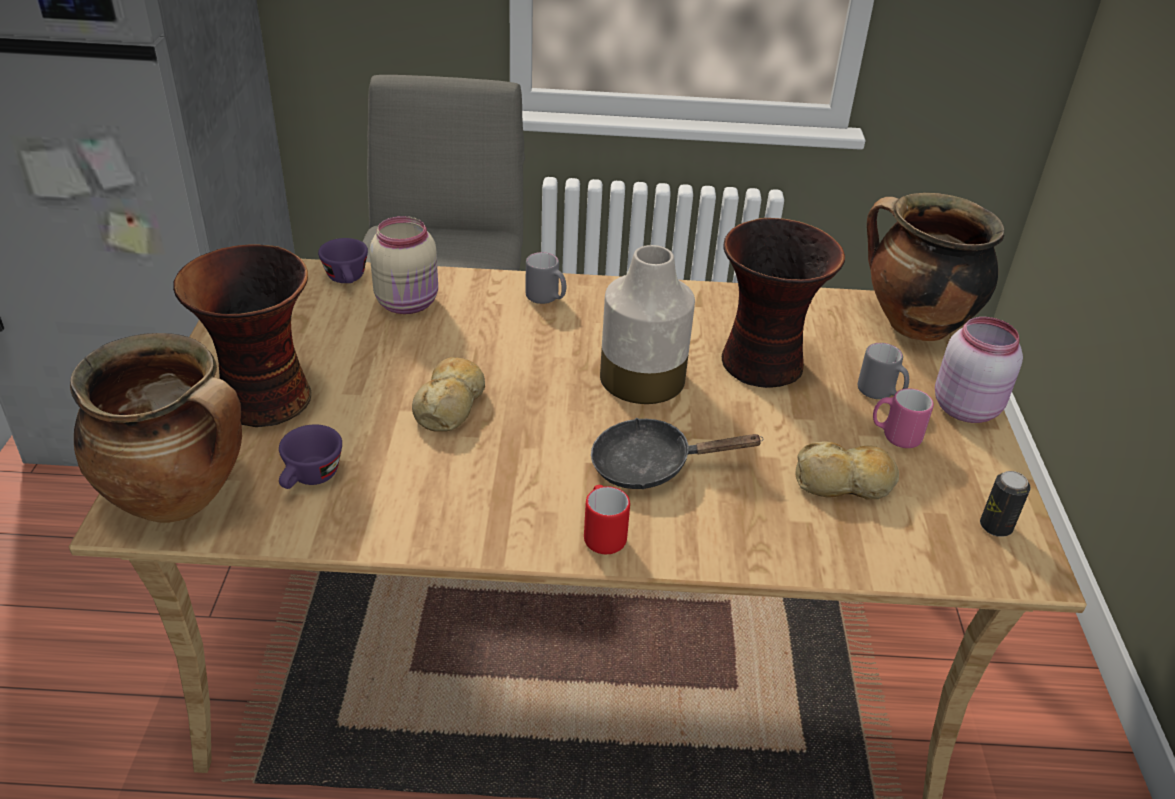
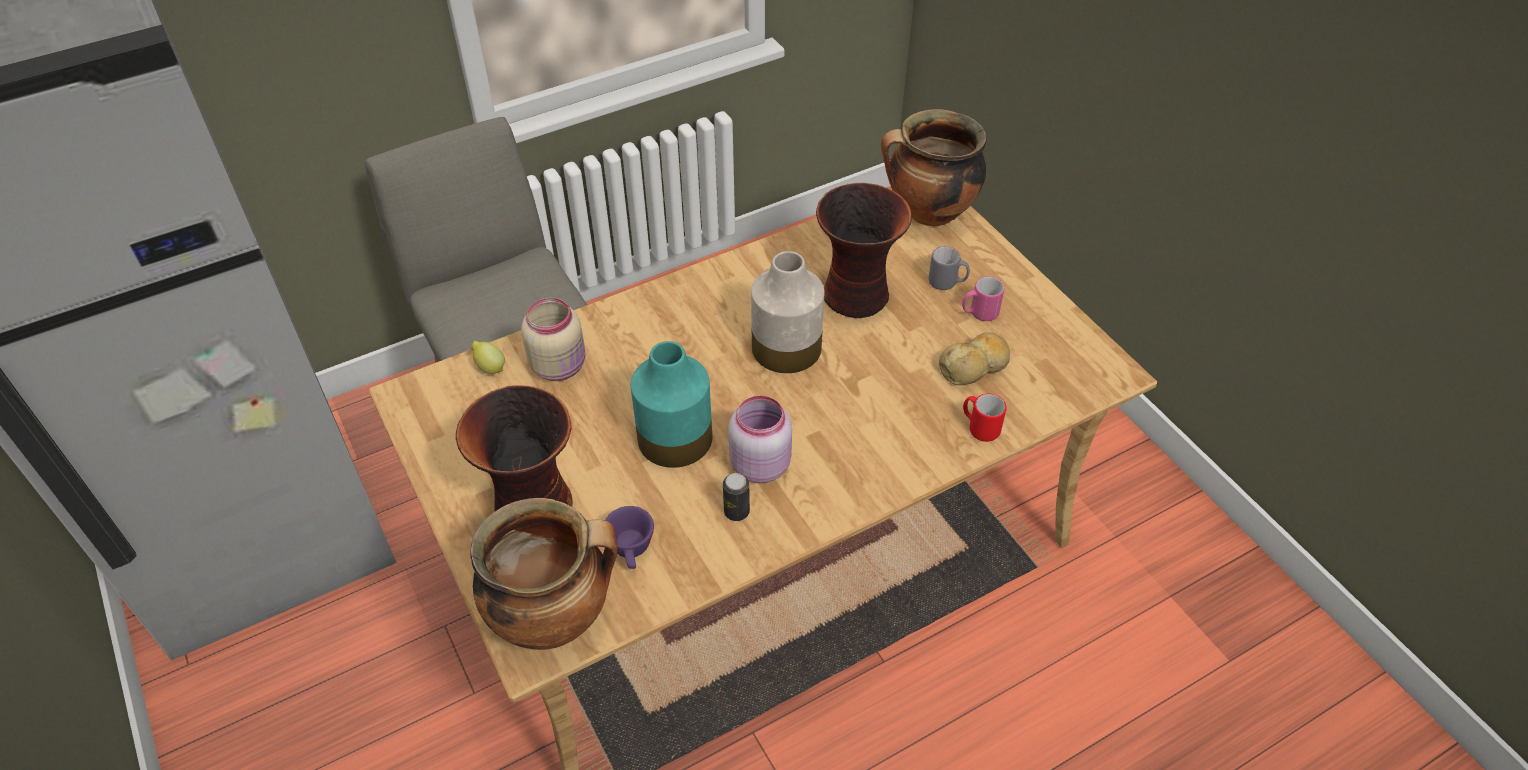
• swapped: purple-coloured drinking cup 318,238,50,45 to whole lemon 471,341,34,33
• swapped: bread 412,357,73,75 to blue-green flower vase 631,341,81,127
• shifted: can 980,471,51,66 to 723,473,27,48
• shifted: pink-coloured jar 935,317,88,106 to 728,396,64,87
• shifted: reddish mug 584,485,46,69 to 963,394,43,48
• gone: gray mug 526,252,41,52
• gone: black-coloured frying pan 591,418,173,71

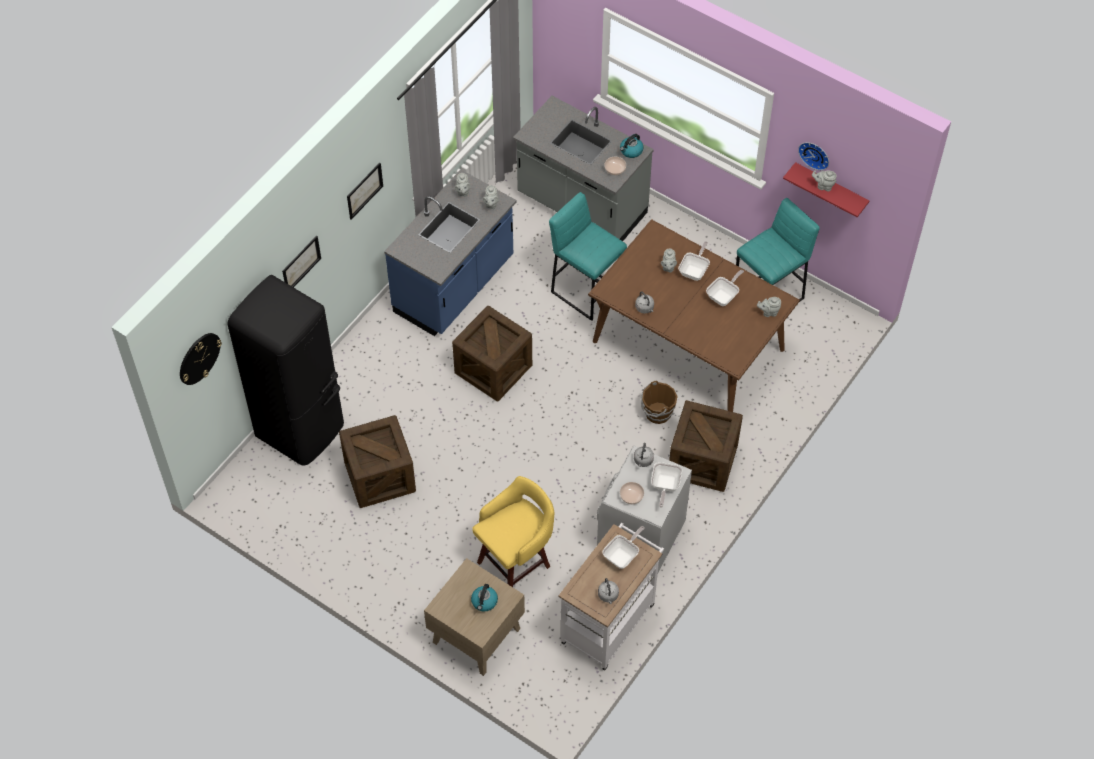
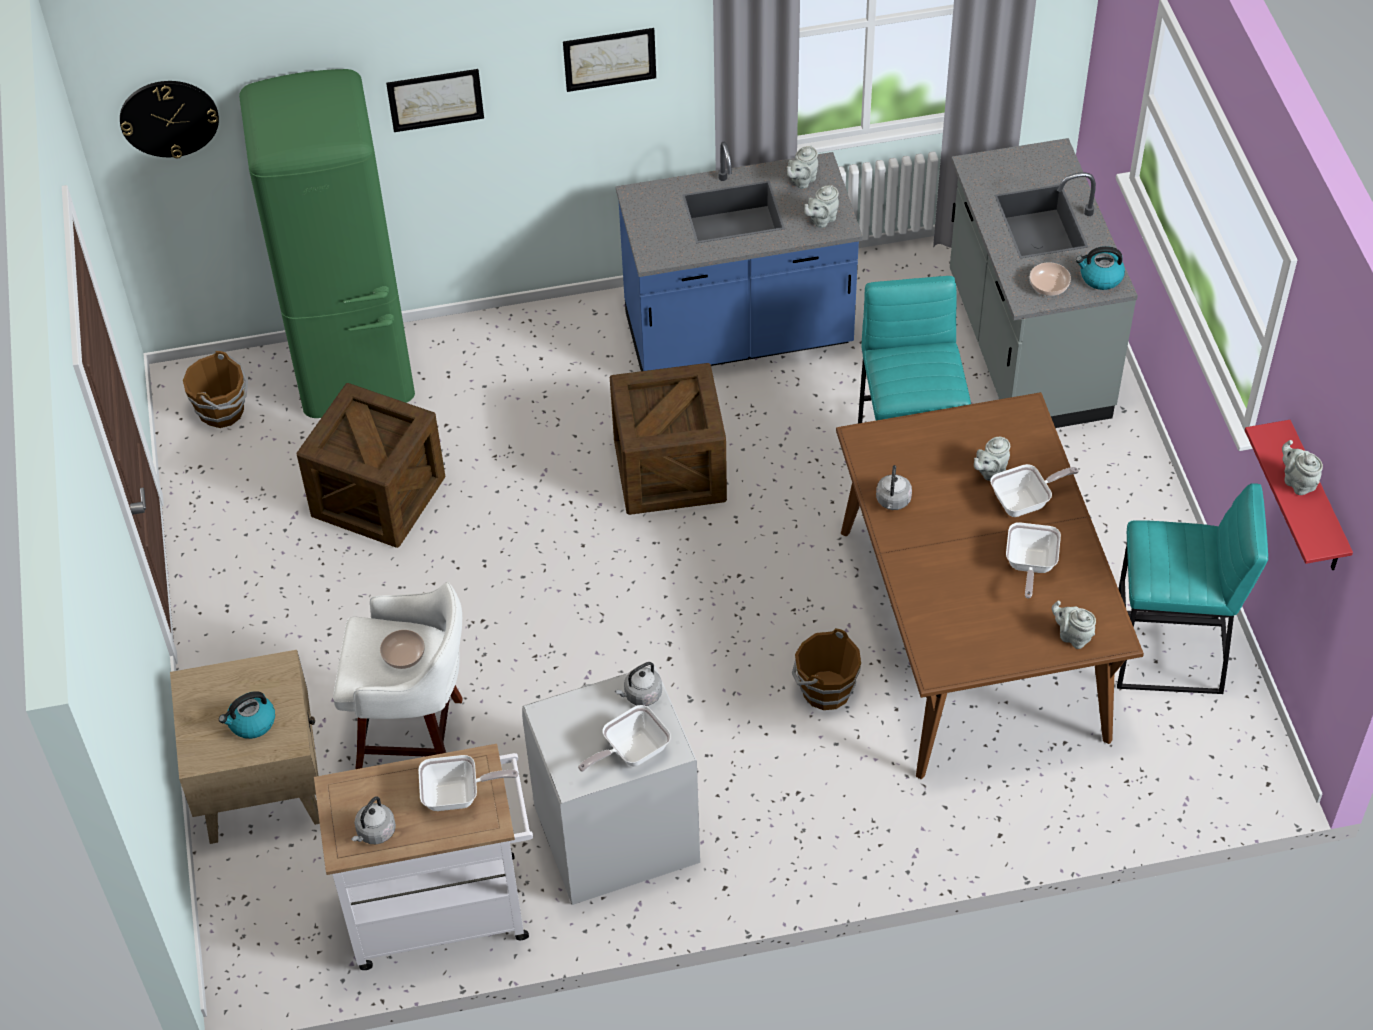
• new: brownish water bucket 183,351,65,77
• repainted: black-coloured refrigerator 227,275,117,190 to green refrigerator 239,69,176,349
• repainted: yellowish stool 472,476,82,111 to white stool 333,582,130,187
• shifted: bowl 620,482,24,22 to 380,630,45,39
• rotated: frying pan 706,270,38,36 = 1006,522,55,77 105 degrees clockwise
• gone: crate 669,400,74,92
• gone: hanging clock 798,142,31,28

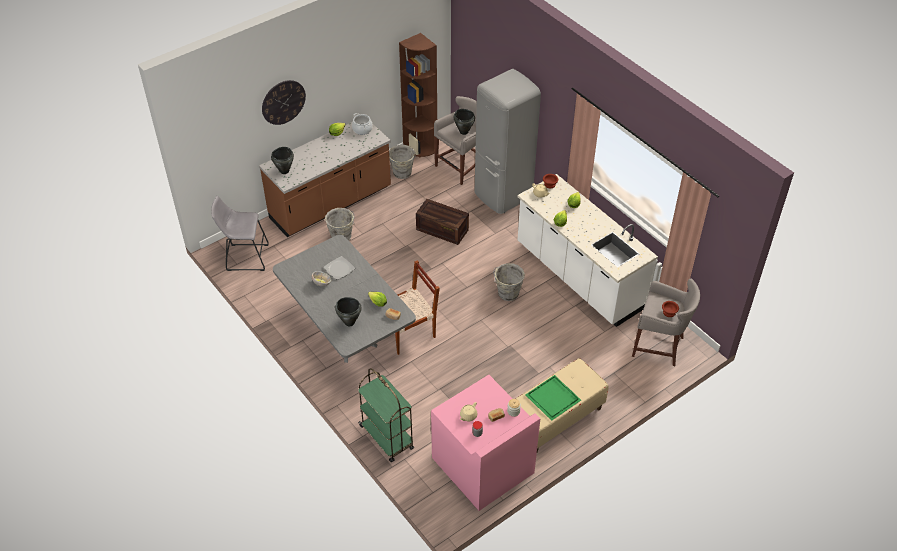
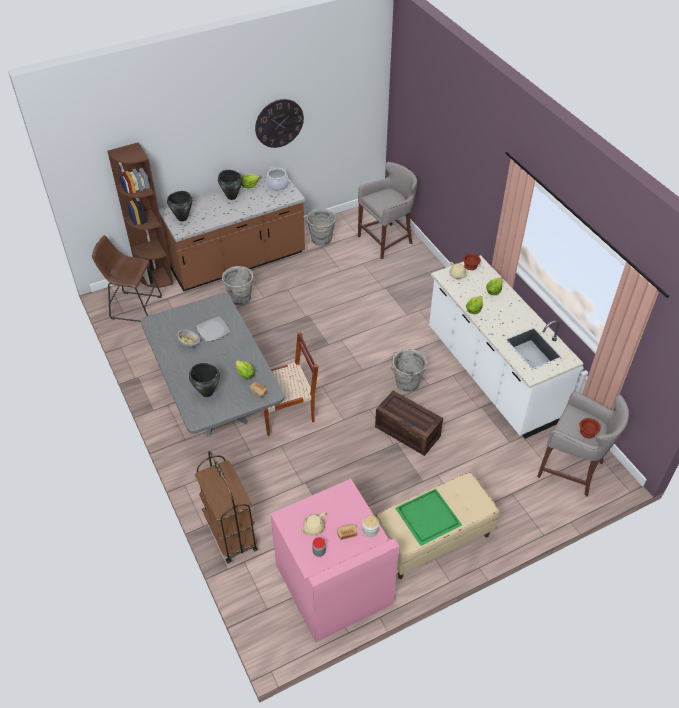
• repainted: gray stool 211,196,58,75 to brownish stool 92,235,70,87
• shifted: brownish shelving unit 399,33,38,124 to 108,142,66,146
• repainted: green wheeled cart 358,368,56,94 to brownish wheeled cart 195,451,63,112
• shifted: black-coloured stockpot 454,109,21,26 to 218,170,24,30
• shifted: hanging clock 262,80,44,45 to 255,99,49,49
• shifted: crate 416,199,53,46 to 375,391,68,65
• gone: gray refrigerator 474,69,67,145

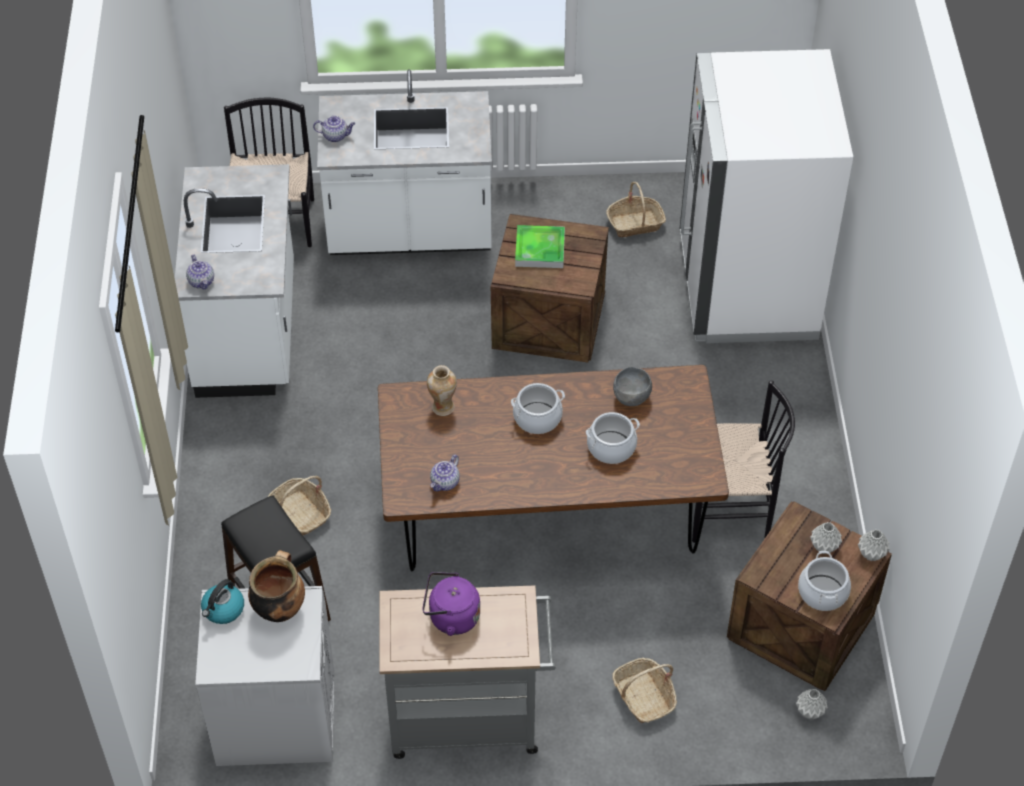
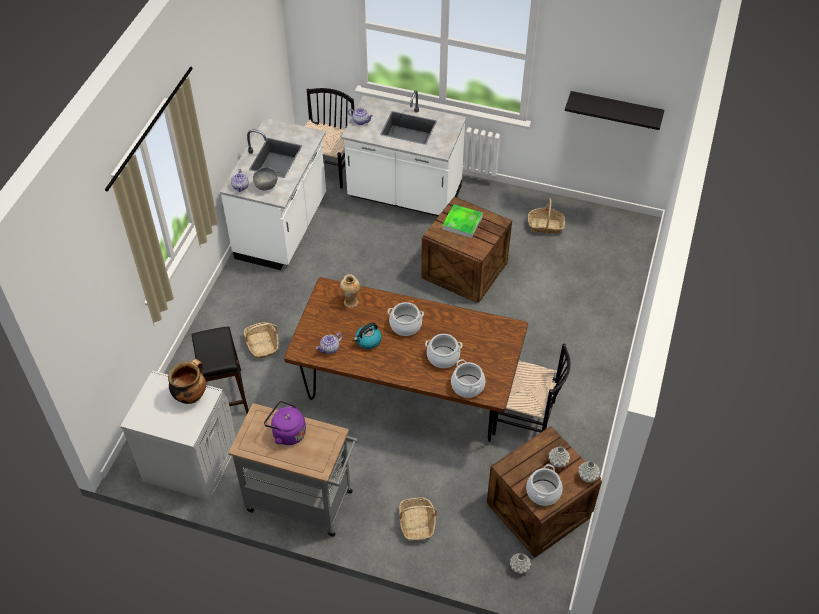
• shifted: gray bowl 613,367,39,39 to 253,167,24,24
• shifted: kettle 201,579,43,45 to 354,322,28,27
• new: stockpot 451,359,34,39
• new: black-coloured shelf 565,91,100,39
• gone: white refrigerator 680,49,173,294

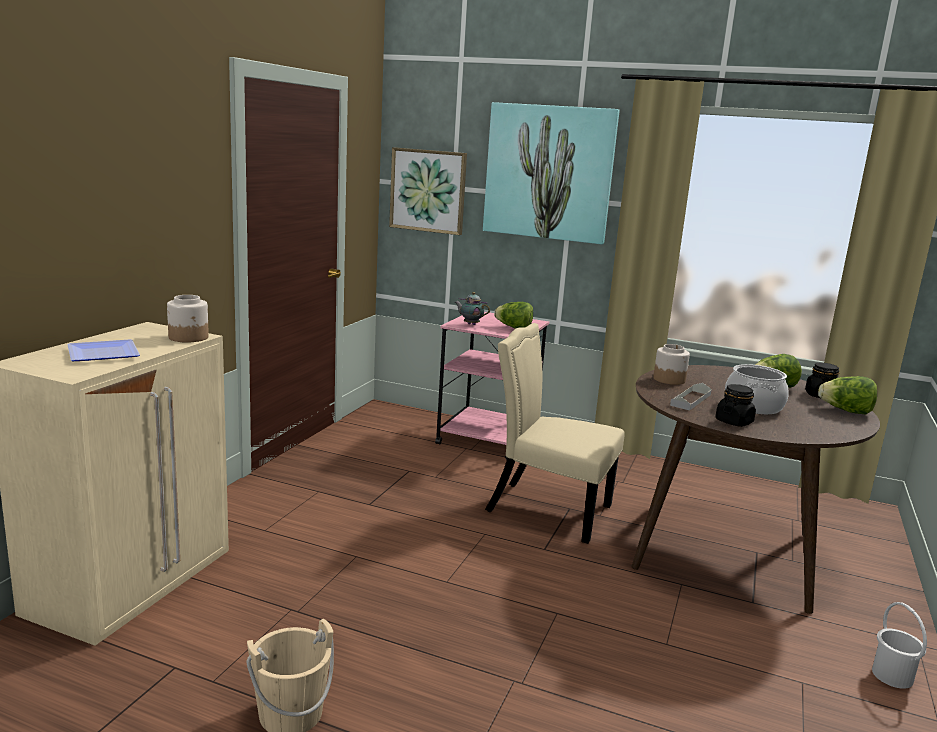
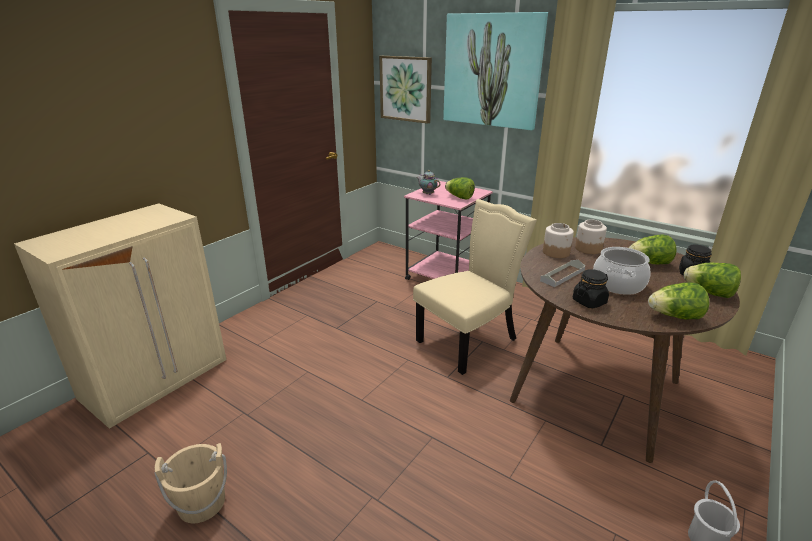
• rotated: beige upright chair 485,323,140,221 = 413,199,124,176 105 degrees clockwise
• shifted: jar 167,295,42,47 to 575,220,32,34
• new: head of lettuce 648,282,61,38
• gone: dinner plate 67,339,73,22

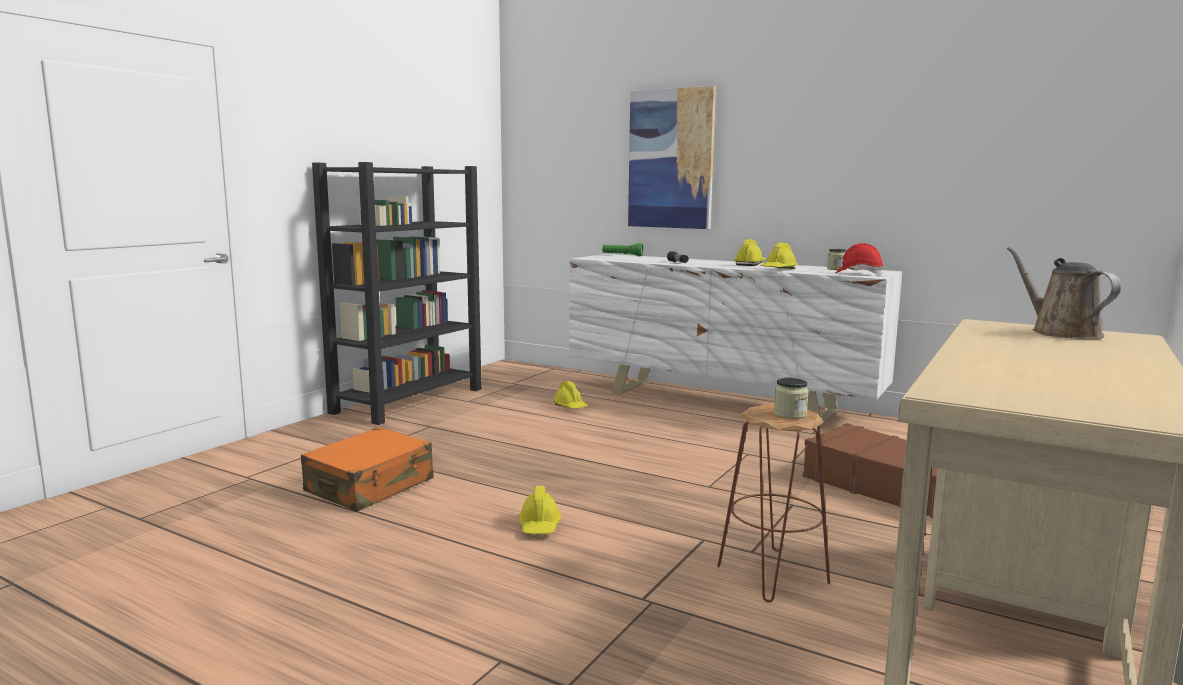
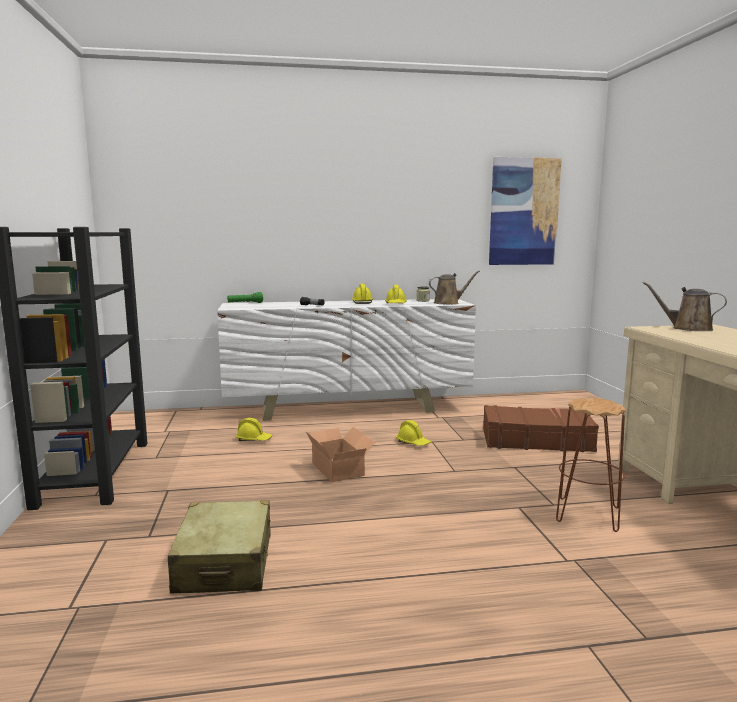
• repainted: orangey piece of luggage 301,427,133,85 to beige piece of luggage 168,500,103,94
• new: cardboard box 306,427,69,55
• shifted: yellowish safety helmet 518,486,43,48 to 396,420,35,26
• swapped: reddish safety helmet 835,243,49,32 to brownish watering can 429,270,51,35
• shifted: wall art 628,86,88,143 to 489,157,73,108
• gone: jar 774,378,35,41

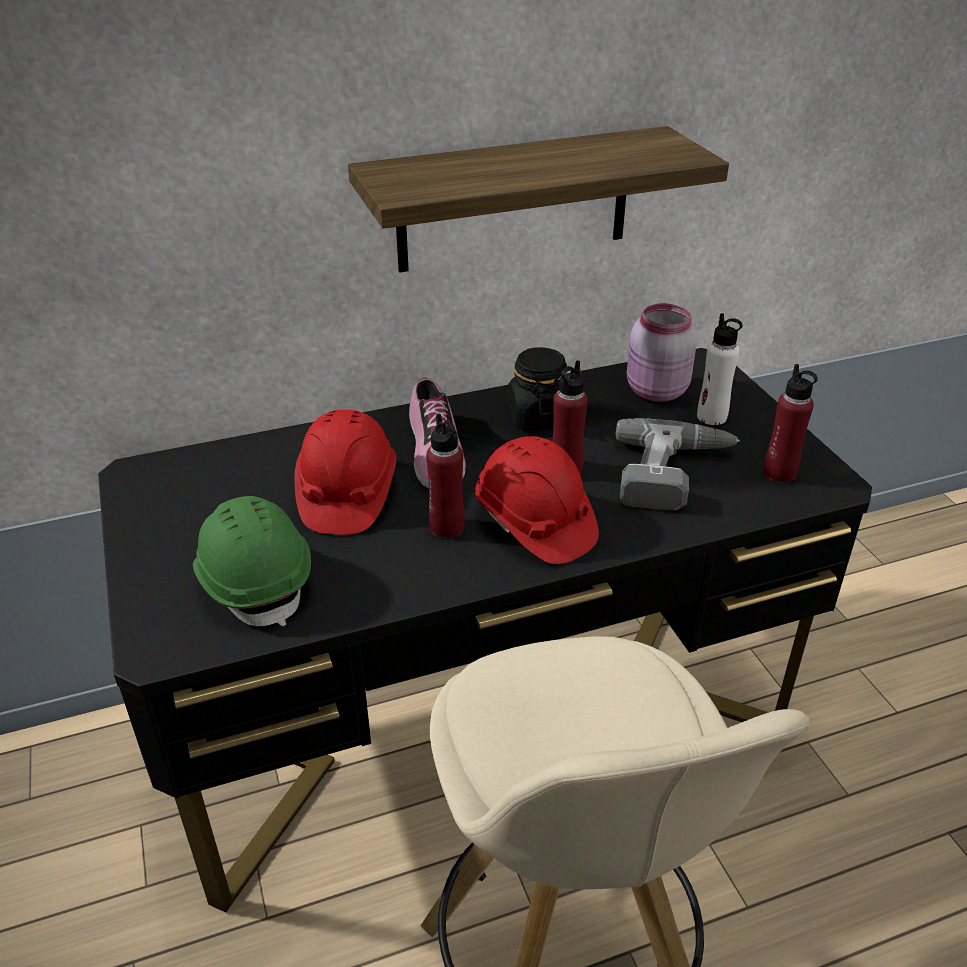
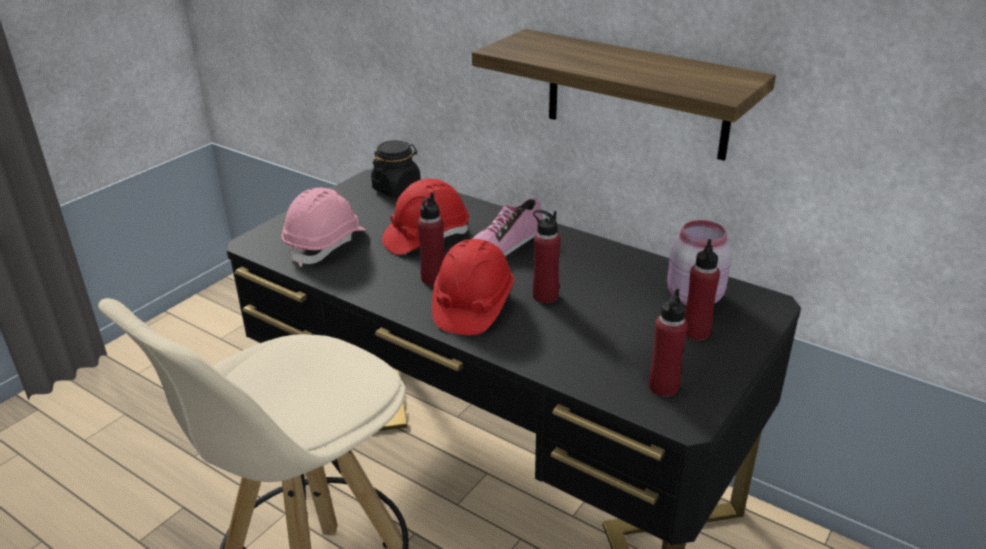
• repainted: green safety helmet 193,496,118,131 to pink-coloured safety helmet 282,187,84,80
• shifted: black-coloured jar 507,347,61,83 to 371,140,50,57
• repainted: white beverage bottle 697,313,46,112 to reddish beverage bottle 684,239,36,101
• gone: power drill 616,418,124,92

